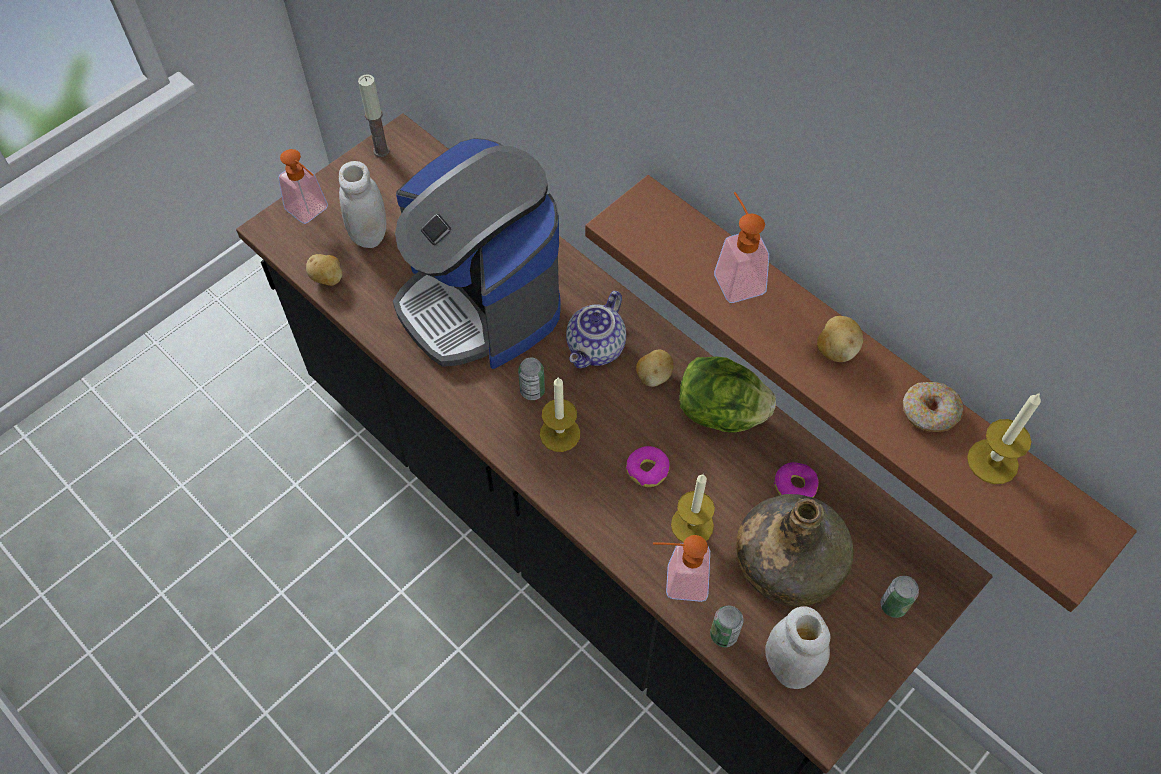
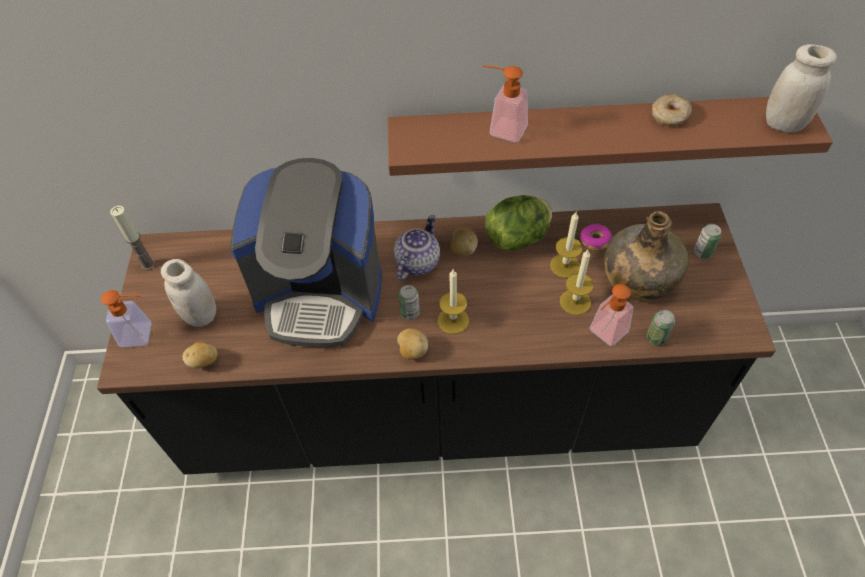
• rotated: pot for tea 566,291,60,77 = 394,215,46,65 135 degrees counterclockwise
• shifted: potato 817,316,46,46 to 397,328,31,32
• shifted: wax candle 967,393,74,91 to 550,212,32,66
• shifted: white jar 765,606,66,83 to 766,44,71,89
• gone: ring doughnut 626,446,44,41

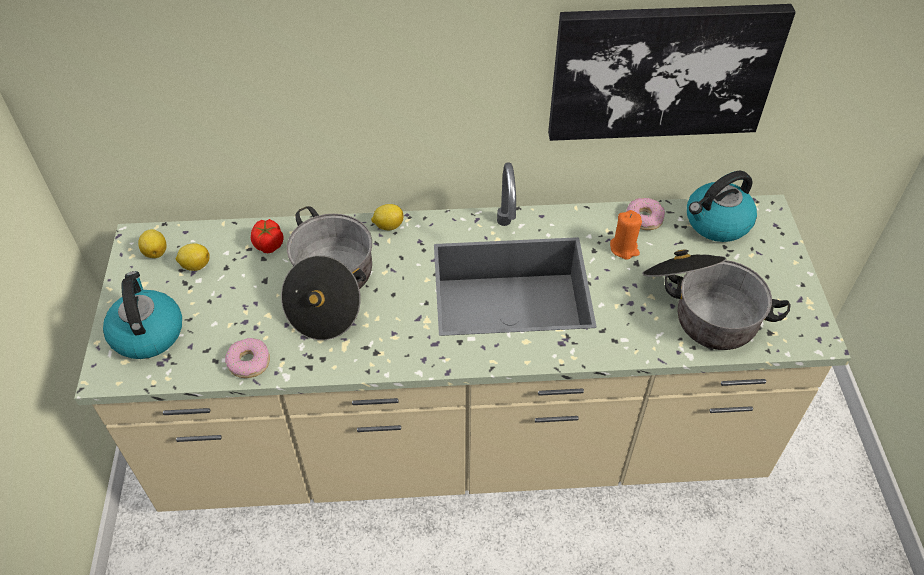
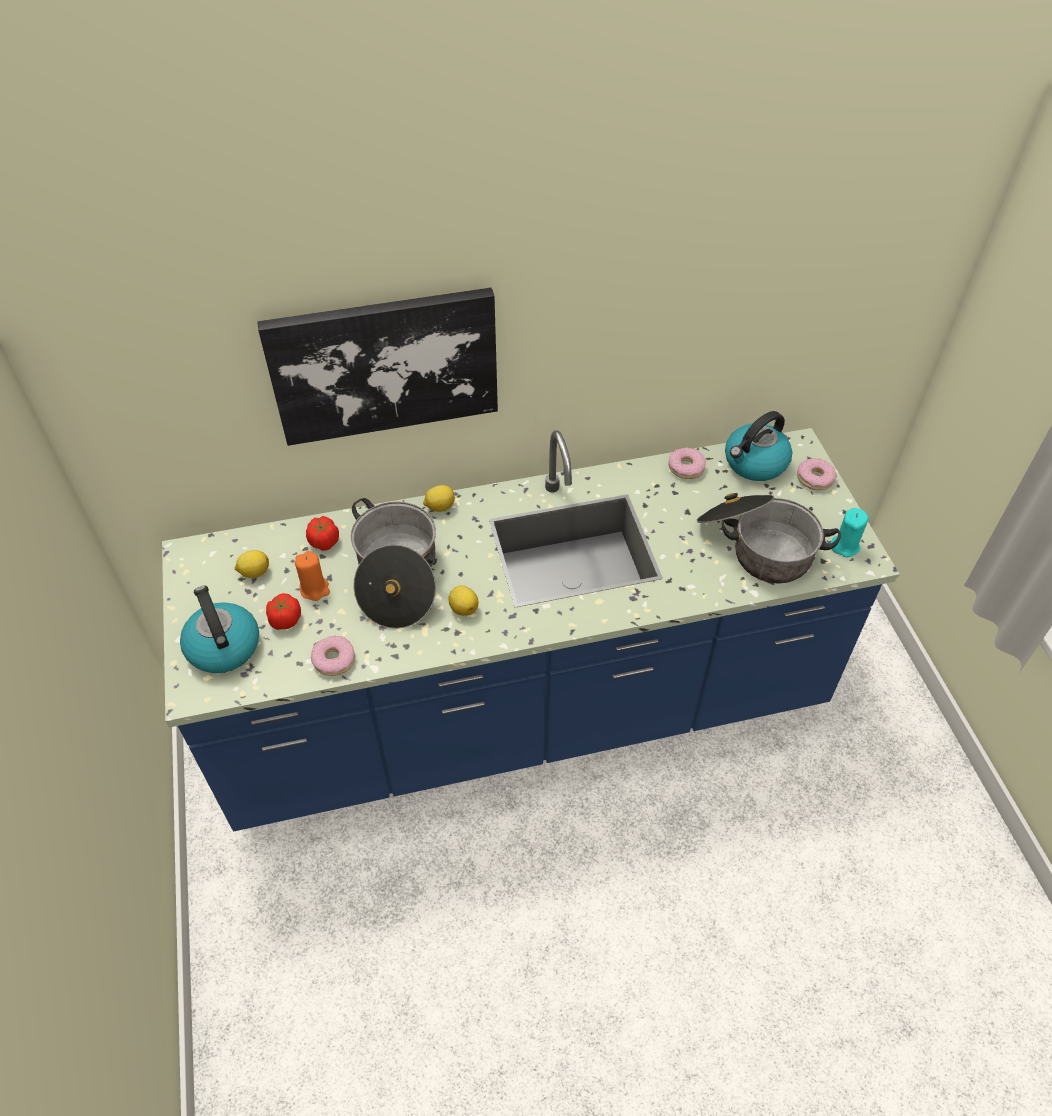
• repainted: beige counter 74,162,777,350 to bluish counter 162,428,738,403
• shifted: wall art 548,4,248,137 to 257,288,241,158
• new: whole tomato 266,593,35,37
• shifted: orangey wax candle 610,210,32,50 to 295,551,35,50
• shifted: whole lemon 138,229,29,29 to 448,585,30,31
• new: ring doughnut 797,458,40,32
• new: blue-green wax candle 830,508,39,50

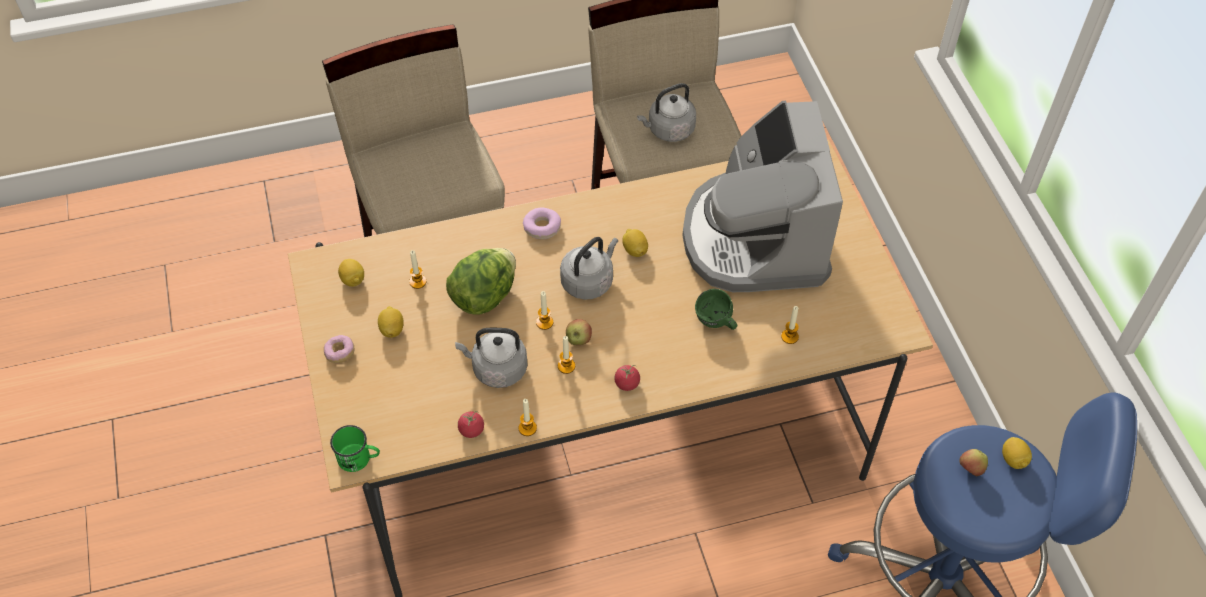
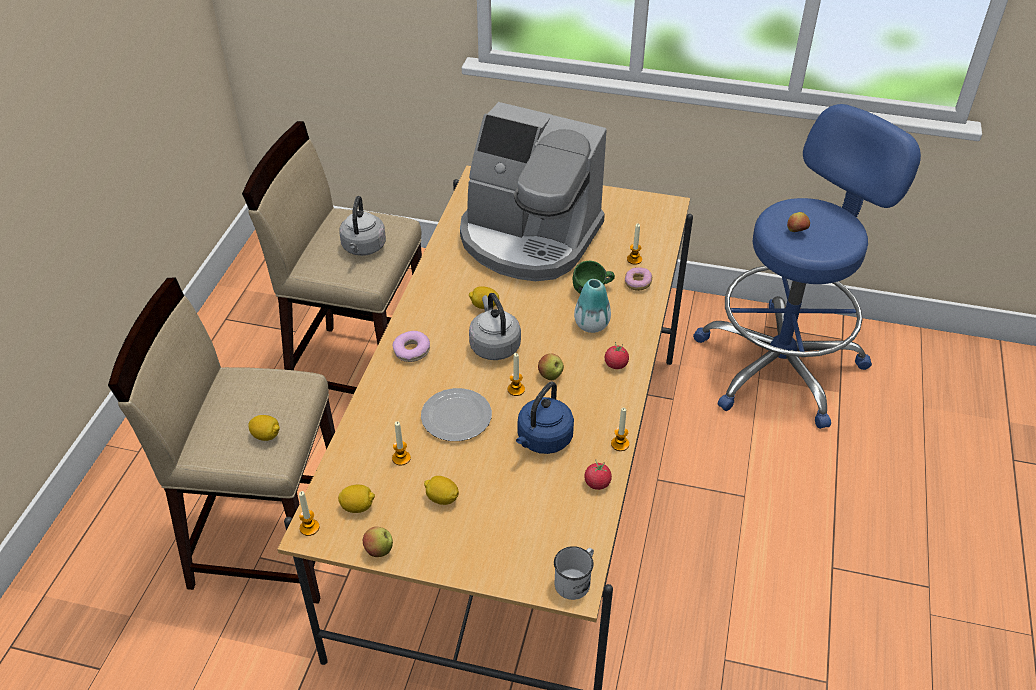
• shifted: whole lemon 1002,437,30,32 to 248,415,32,26
• shifted: wax candle 558,336,17,38 to 299,491,20,45
• new: whole apple 363,527,30,30
• swapped: head of lettuce 446,248,70,67 to dinner plate 421,388,71,53
• repainted: gray kettle 455,328,73,60 to bluish kettle 516,382,58,72
• repainted: green mug 330,425,50,47 to white mug 554,546,40,54
• new: flower vase 574,279,37,54
• shifted: ring doughnut 324,335,30,28 to 625,267,27,24

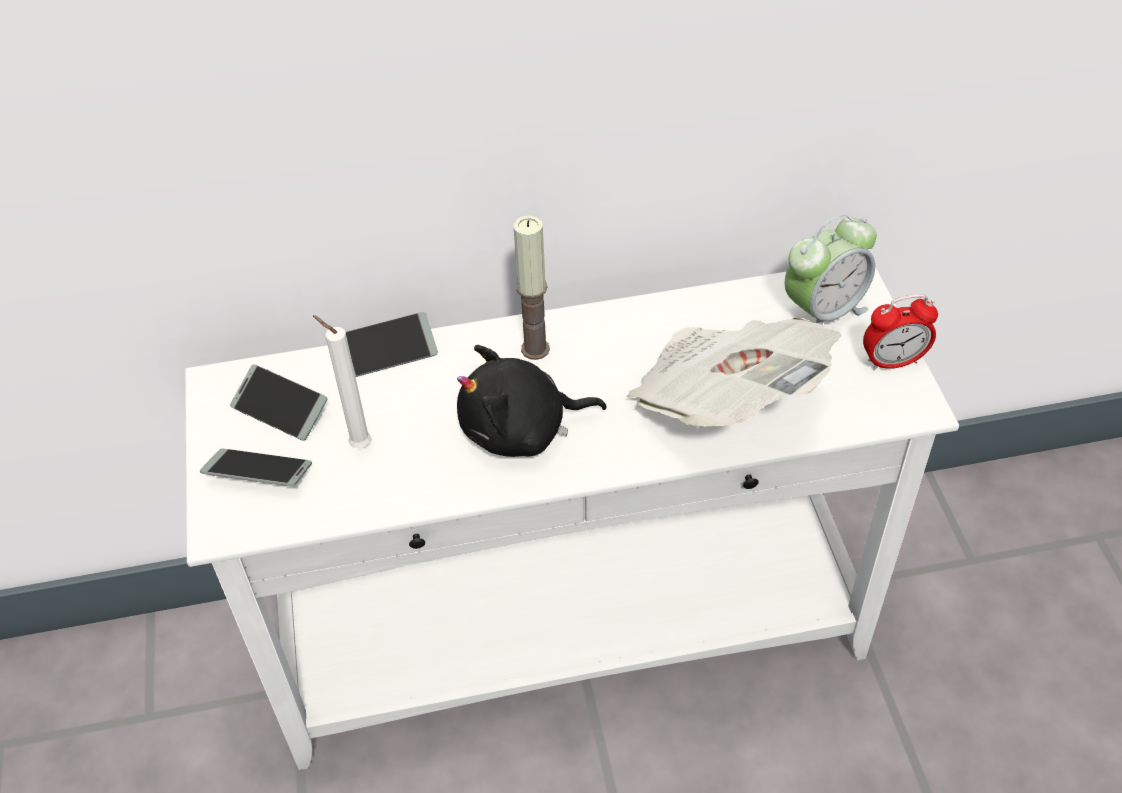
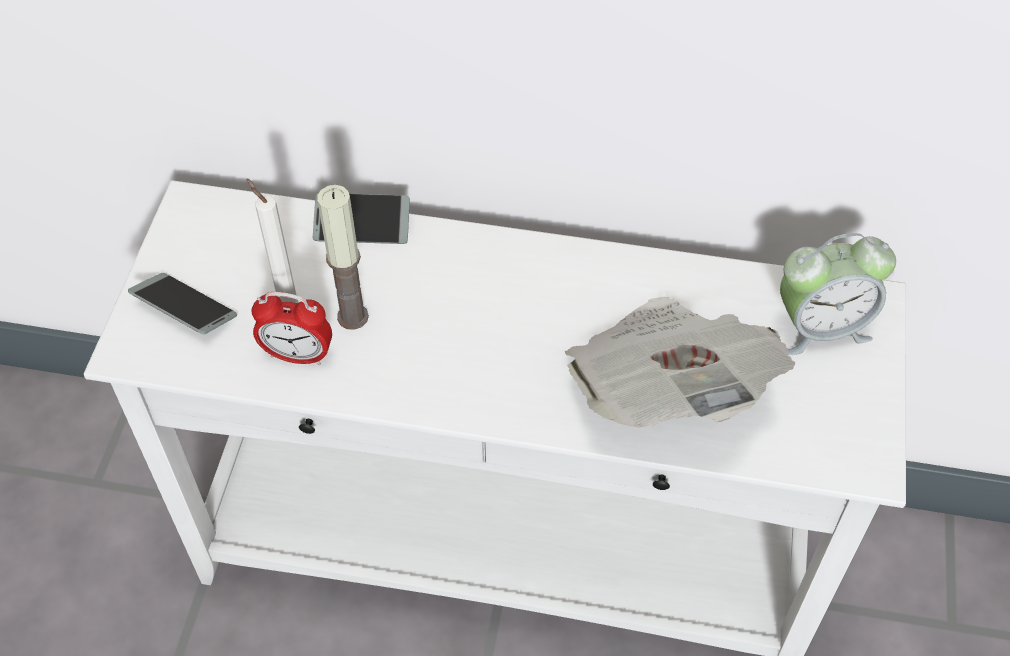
• shifted: table clock 863,294,75,77 to 251,292,81,73
• shifted: wax candle 514,216,36,144 to 317,185,52,145
• gone: handset 230,364,98,77
• gone: black-coloured soft toy 457,345,150,112

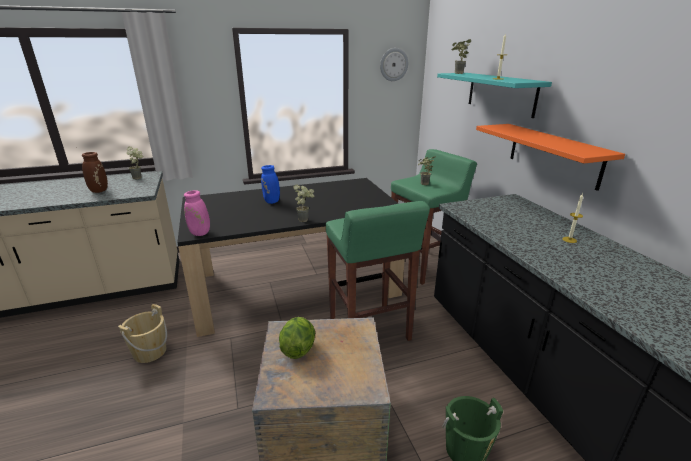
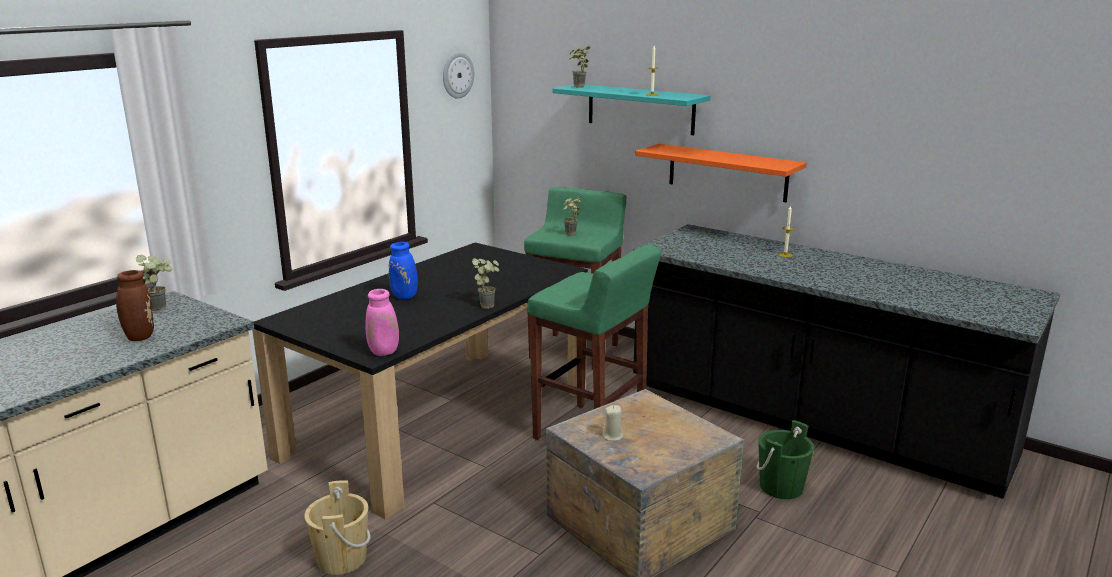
• swapped: head of lettuce 279,317,36,42 to beige wax candle 602,405,22,36

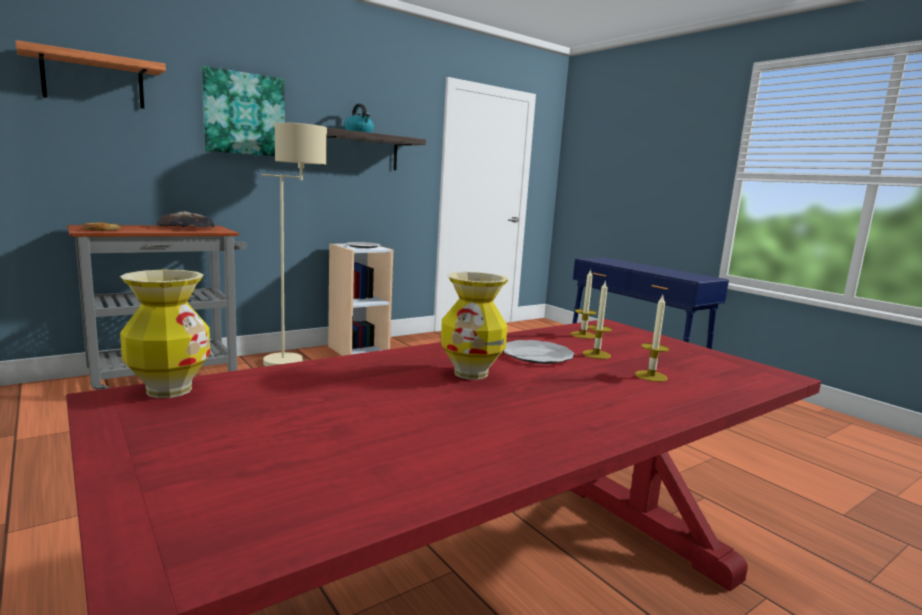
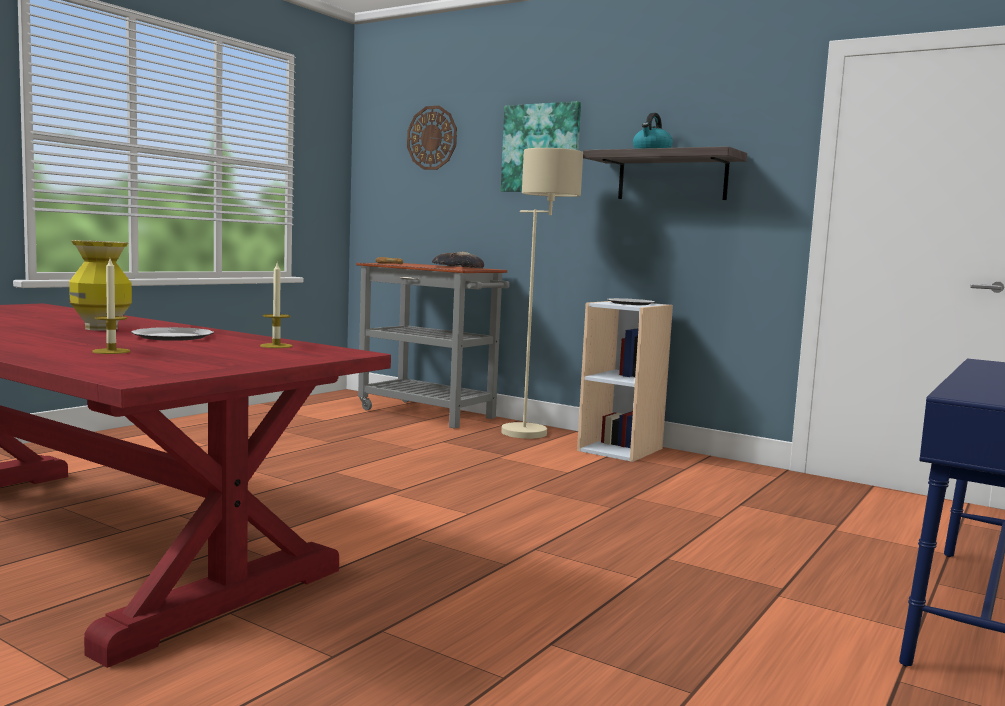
• swapped: shelf 15,40,151,69 to hanging clock 407,106,50,64
• gone: flower vase 120,270,90,128
• gone: wax candle 582,280,30,79

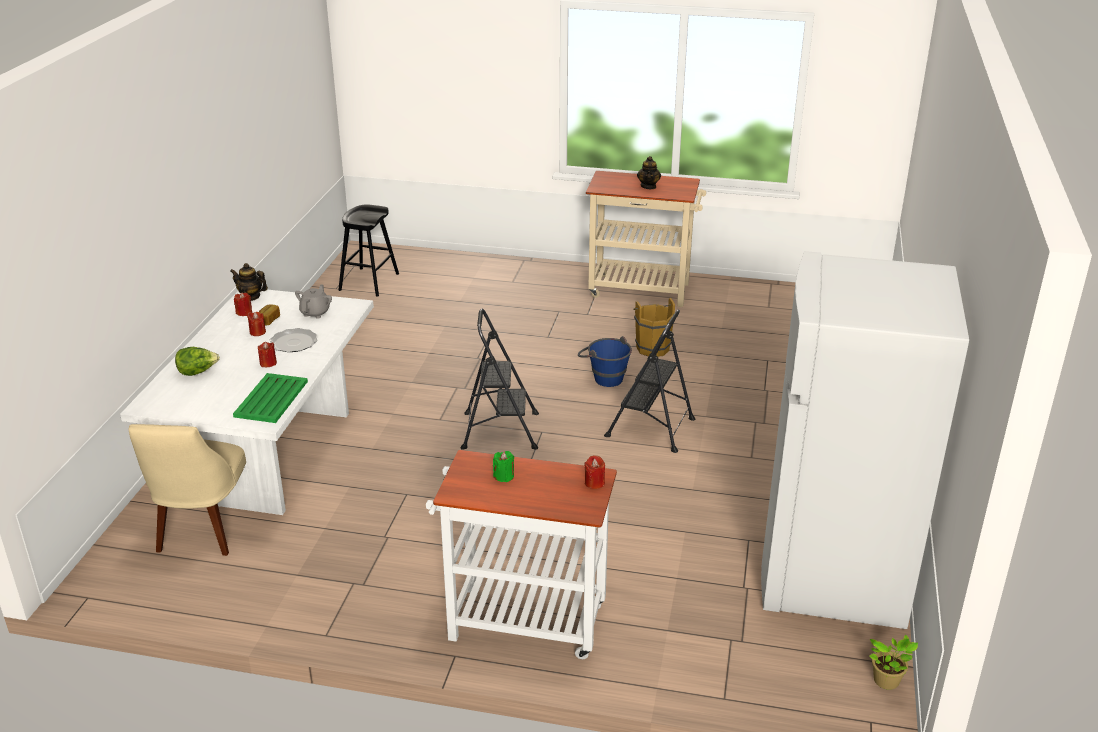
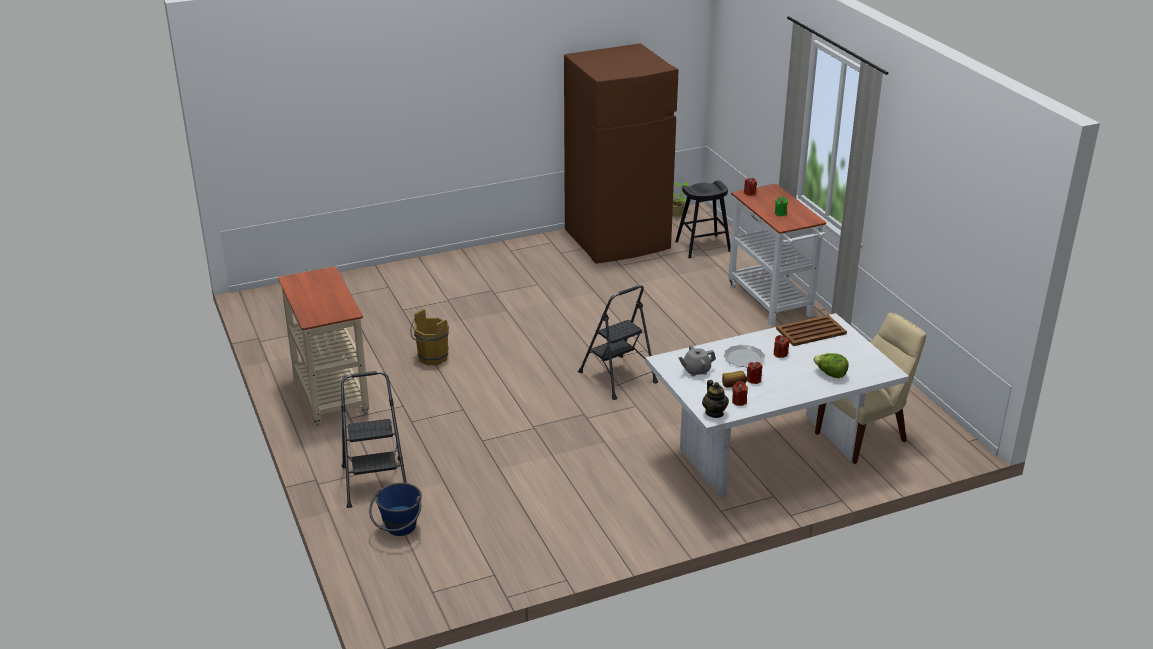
• shifted: black-coloured step ladder 604,310,91,143 to 341,371,66,137
• shifted: bluish water bucket 578,336,54,51 to 369,483,53,53
• repainted: white refrigerator 761,251,208,378 to brownish refrigerator 564,43,114,221
• shifted: black-coloured stool 338,204,61,93 to 675,180,56,78
• repainted: green carrying tray 233,373,75,50 to brownish carrying tray 776,315,71,31
• gone: pot for tea 637,156,24,33

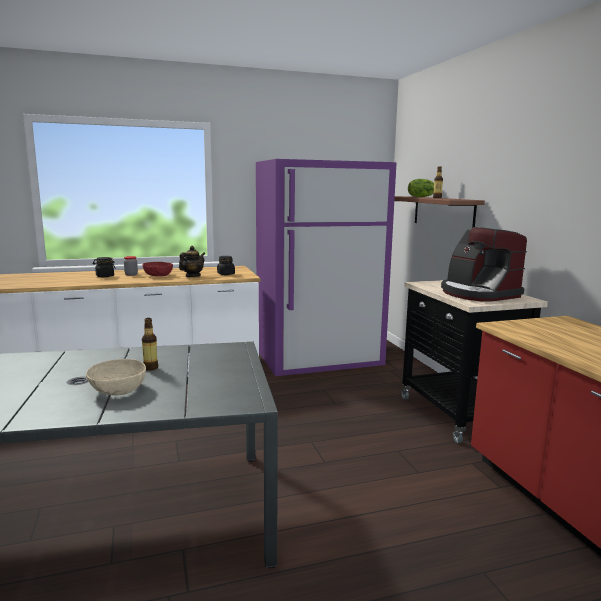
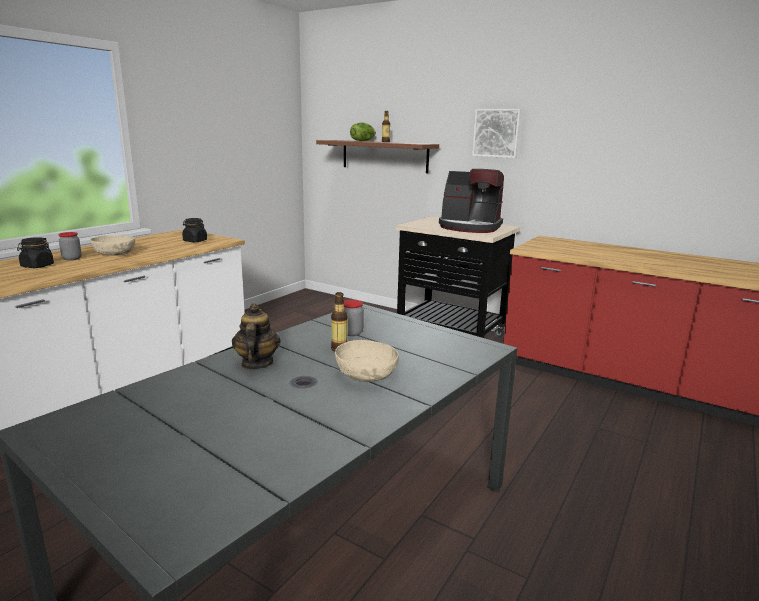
• repainted: reddish bowl 142,262,31,15 to beige bowl 90,235,45,21
• shifted: pot for tea 179,246,26,31 to 232,303,49,67
• new: jar 344,299,20,37
• new: wall art 472,109,50,49
• gone: purple-coloured refrigerator 256,159,141,217

